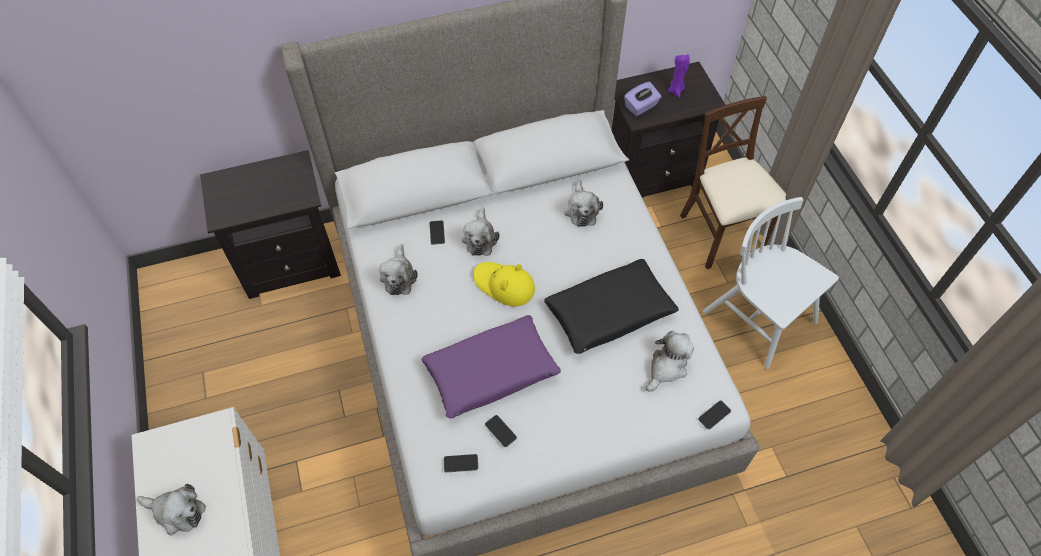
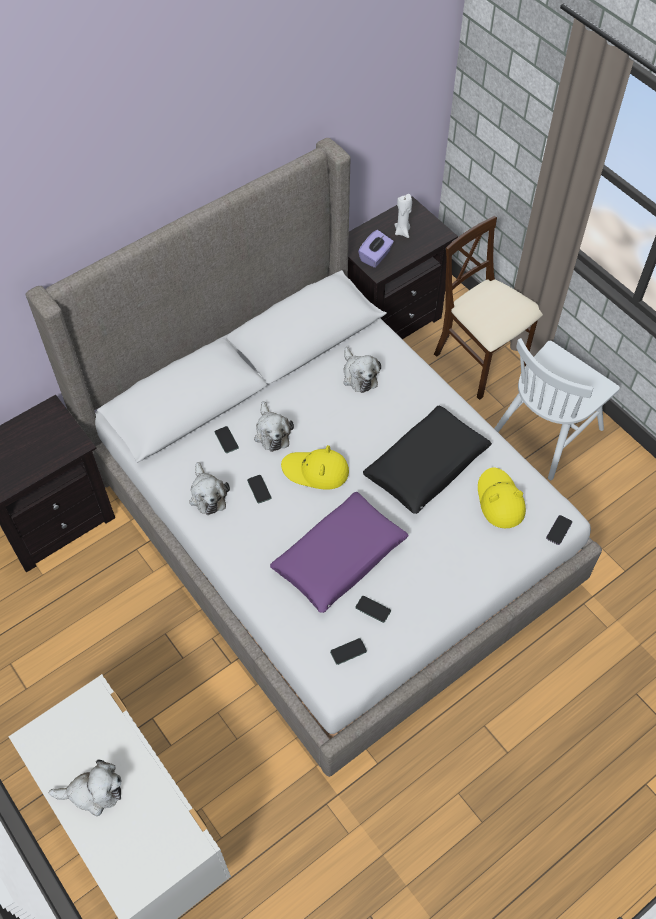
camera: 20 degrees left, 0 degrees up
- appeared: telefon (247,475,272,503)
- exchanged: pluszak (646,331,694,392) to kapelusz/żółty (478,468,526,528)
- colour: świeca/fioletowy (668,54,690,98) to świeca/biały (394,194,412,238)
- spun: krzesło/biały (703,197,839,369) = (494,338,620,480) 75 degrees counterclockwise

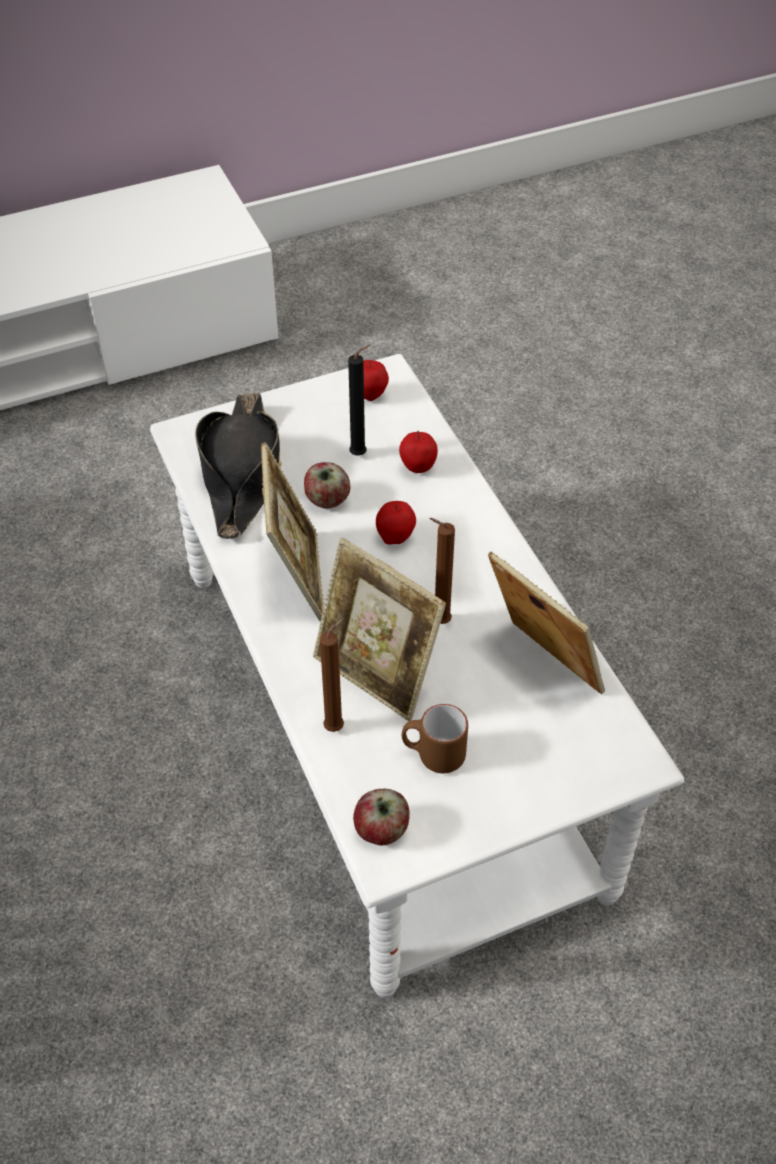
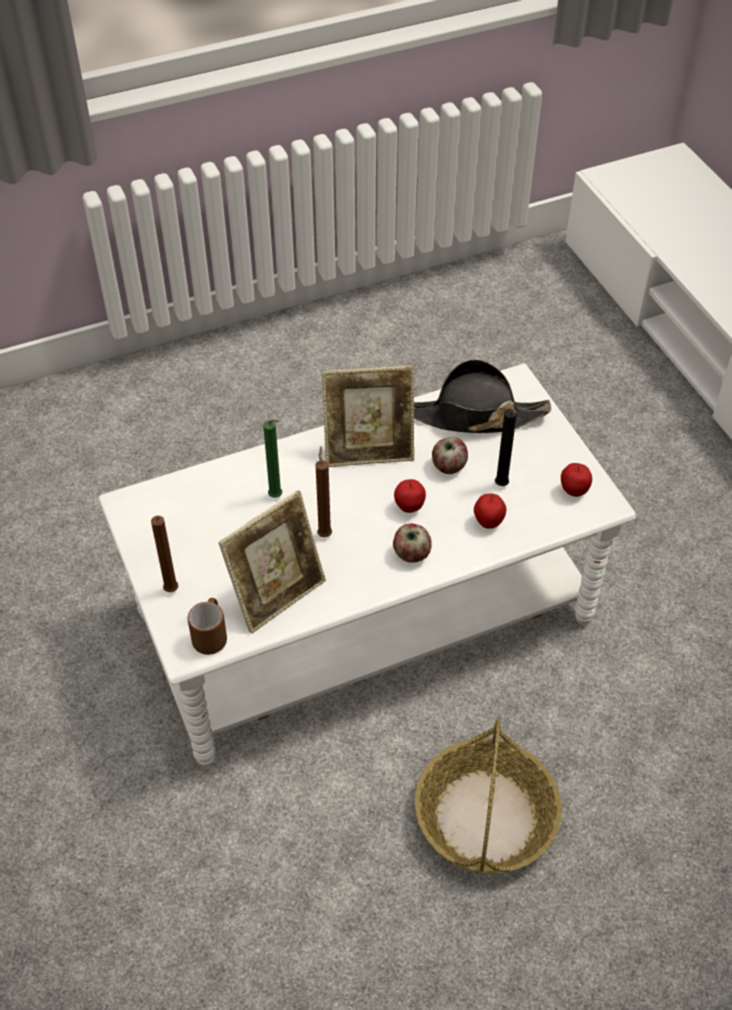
camera: 90 degrees right, 0 degrees up
- appeared: koszyk (415,720,562,874)
- relocated: świeca/brązowy (320,619,344,732) to (151,516,178,592)
- relocated: jabłko (353,789,410,845) to (393,524,432,563)
- relocated: kubek/brązowy (402,704,468,774) to (188,598,227,655)
- exchanged: ramka na zdjęcie (313,538,446,721) to świeca/zielony (263,419,282,498)

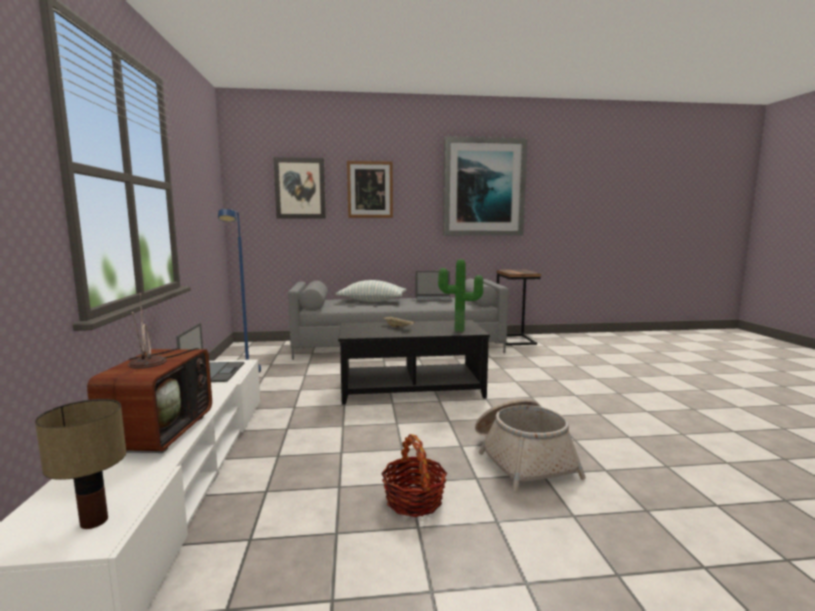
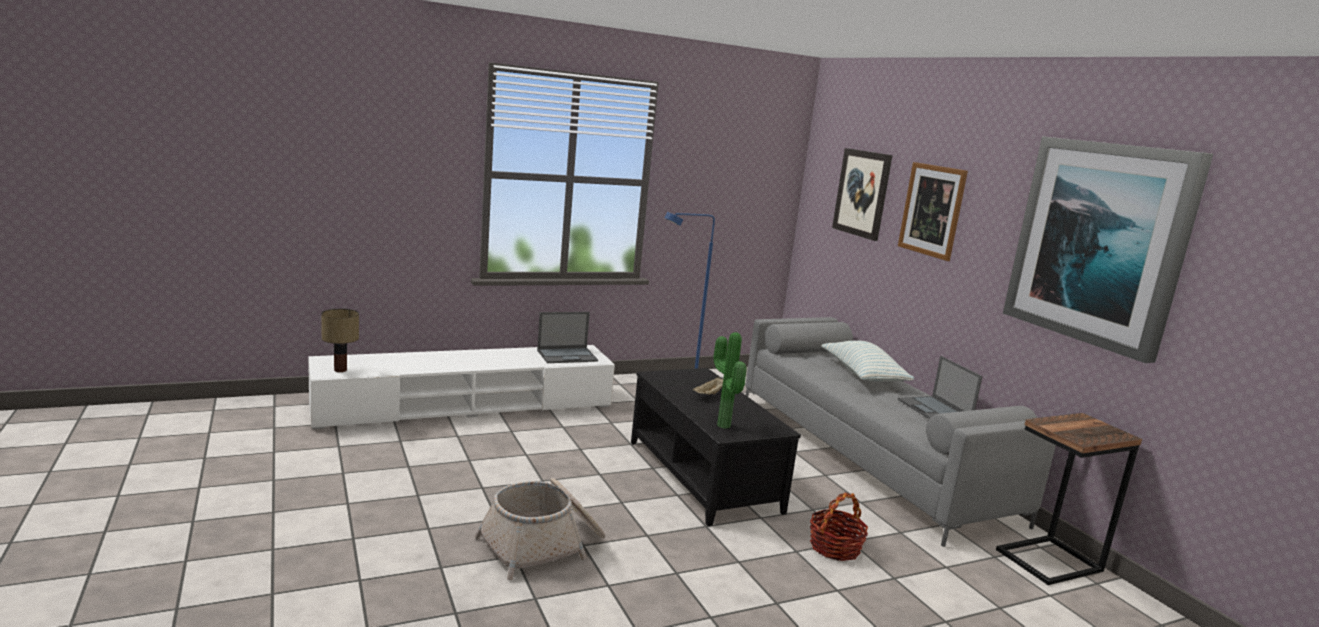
camera: 70 degrees right, 5 degrees up
- missing: telewizor (87,292,212,453)
- relocated: koszyk (381,434,447,517) to (810,492,868,561)

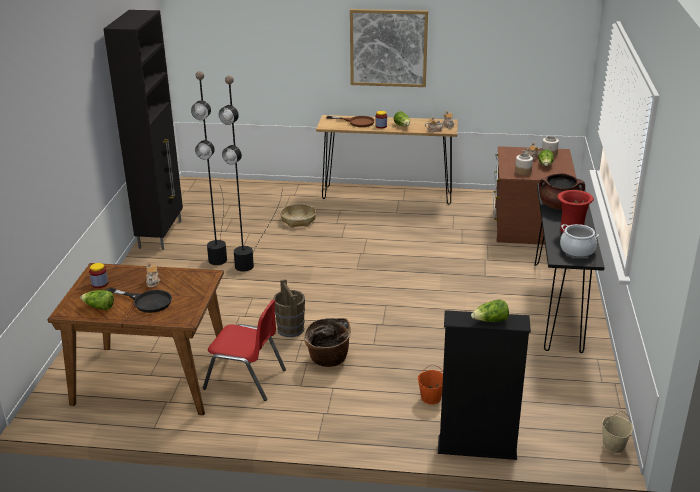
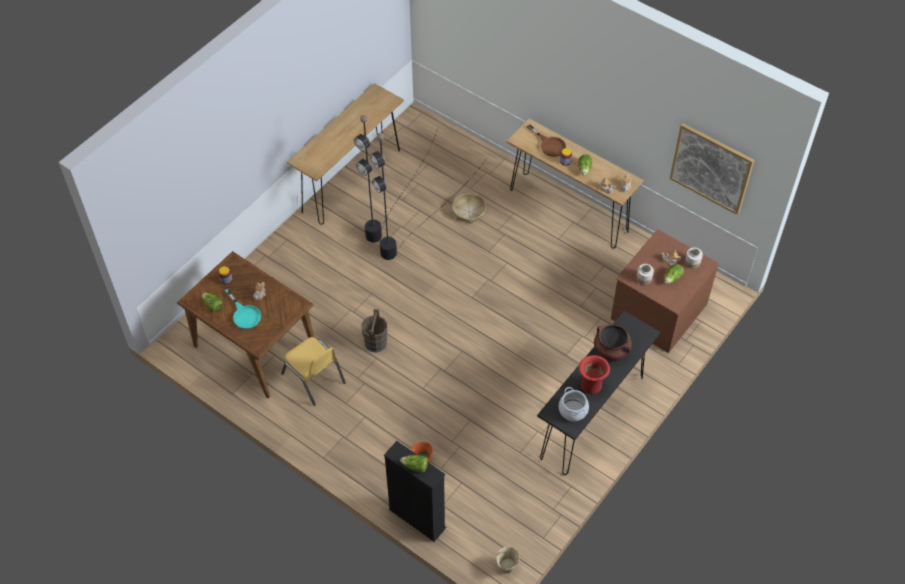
camera: 30 degrees right, 25 degrees up
- missing: koszyk (304,318,351,367)
- relocated: obraz (350,9,428,87) to (670,123,754,215)
- exchanged: szafka/czarny (103,10,183,250) to stolik konsolowy/brązowy (287,83,404,225)
- colour: patelnia/czarny (107,288,172,313) to patelnia/turkusowy (225,289,261,329)
- colour: krzesło/czerwony (203,300,286,401) to krzesło/żółty (281,337,346,406)

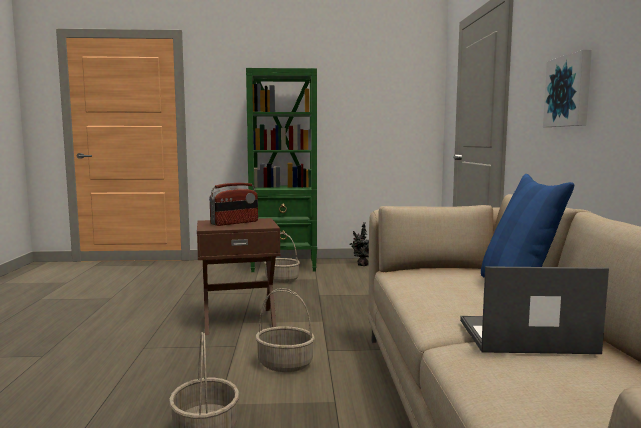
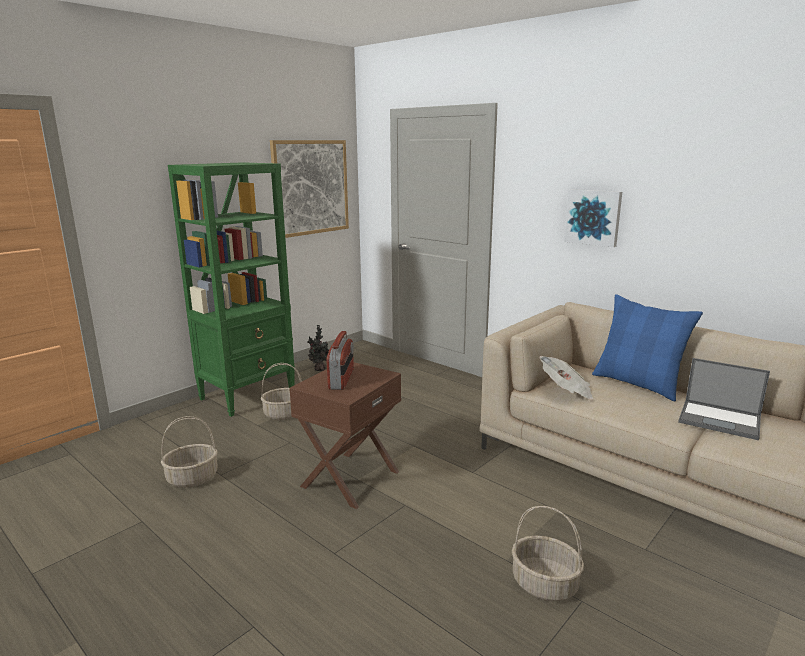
camera: 45 degrees left, 10 degrees up
- appeared: obraz (270,140,349,238)
- appeared: gazeta (540,356,593,400)
- relocated: koszyk (255,288,315,372) to (161,416,218,488)
- spun: laptop (460,266,609,354) = (678,358,770,440) 105 degrees counterclockwise

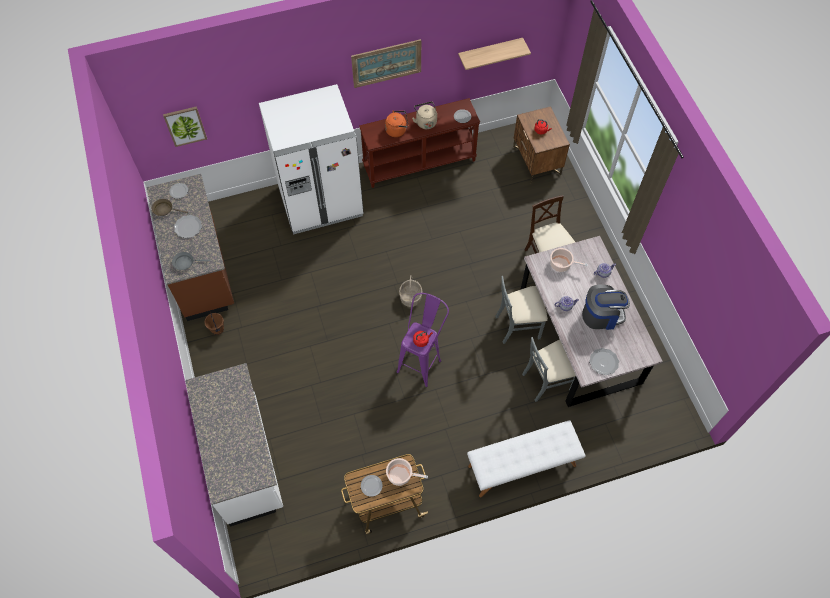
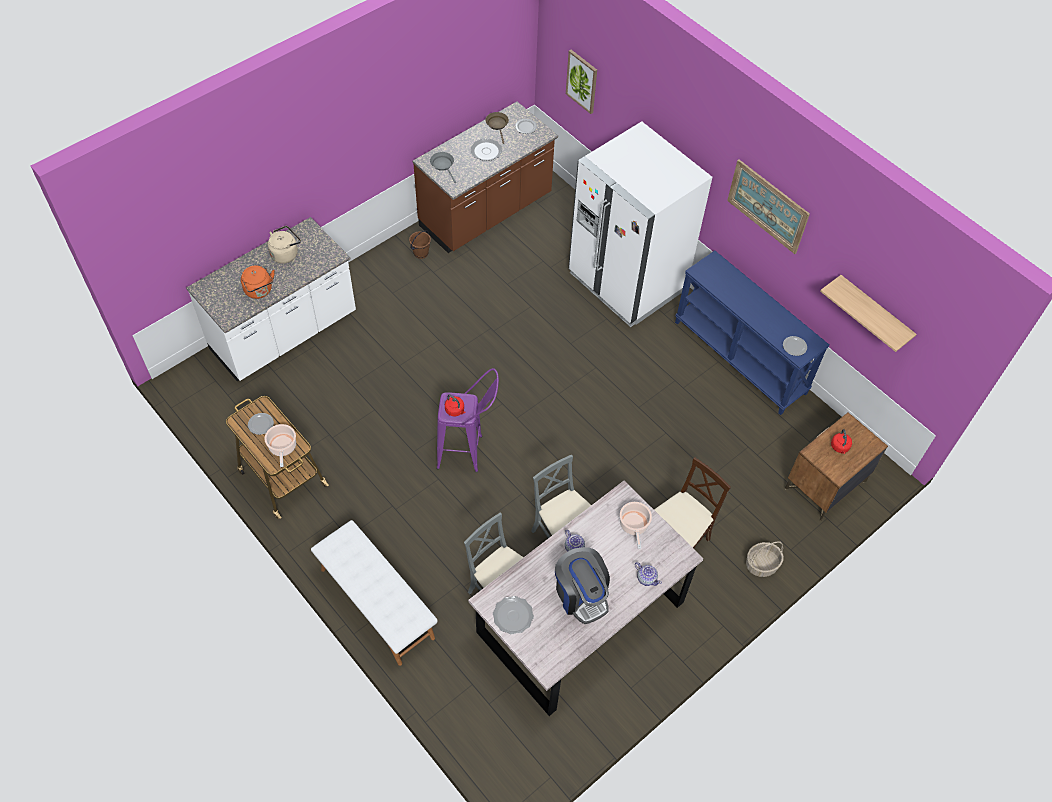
camera: 65 degrees right, 5 degrees down
- relocated: czajnik/pomarańczowy (385,110,409,137) to (241,265,275,299)
- relocated: koszyk (399,275,422,307) to (746,541,784,577)
- relocated: czajnik/beżowy (412,101,437,129) to (268,226,301,264)
- colour: stolik konsolowy/brązowy (359,98,480,188) to stolik konsolowy/niebieski (675,251,829,415)

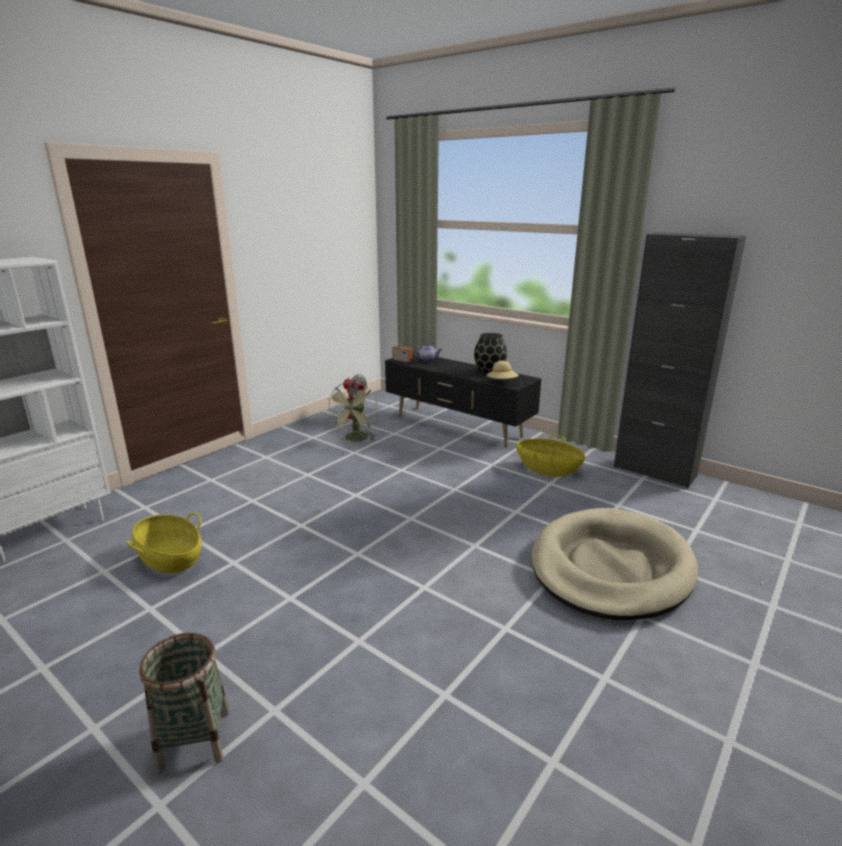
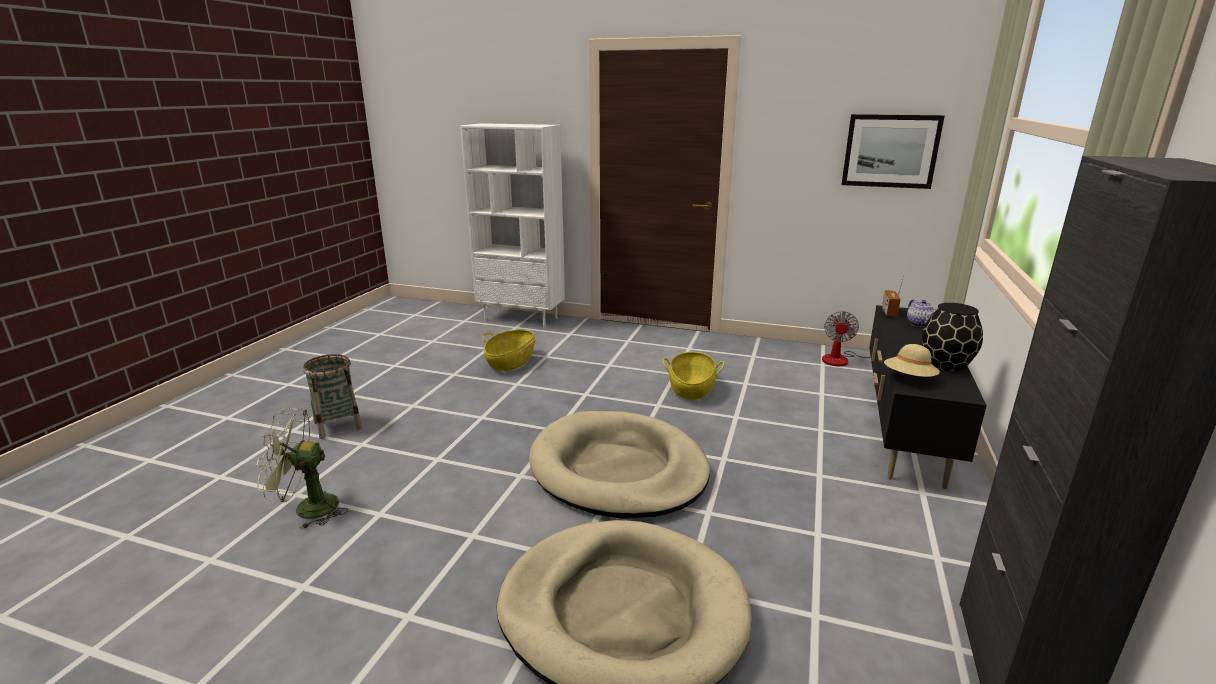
camera: 70 degrees right, 0 degrees up
- appeared: legowisko/beżowy (529,411,710,518)
- appeared: obraz (841,114,945,189)
- relocated: wentylator/zielony (327,381,377,442) to (257,408,348,530)
- relocated: koszyk (516,435,585,477) to (662,352,724,400)

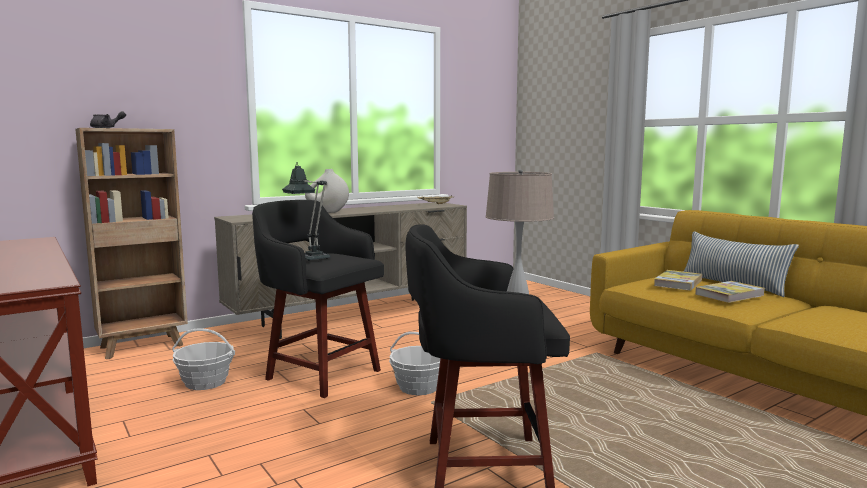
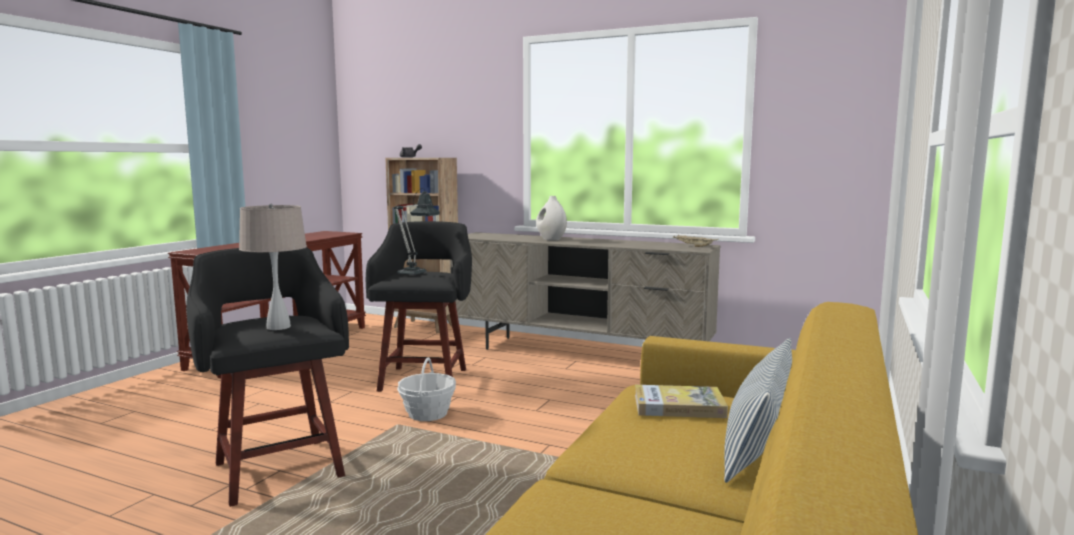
camera: 60 degrees right, 0 degrees up
- missing: koszyk (172,328,235,390)
- missing: książka (695,281,765,303)

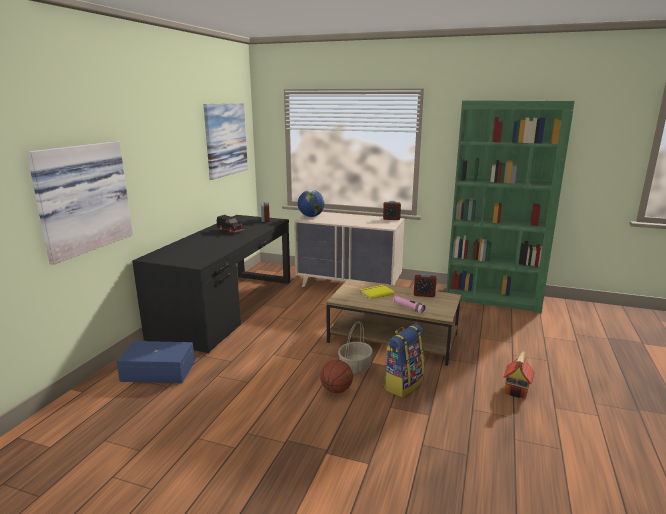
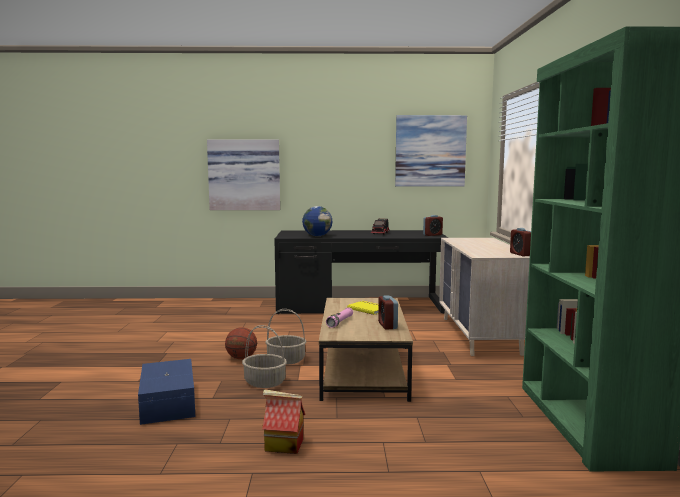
camera: 70 degrees right, 10 degrees down
- relocated: pojemnik do przechowywania/niebieski (116,341,195,383) to (138,359,195,425)
- relocated: globus (298,190,324,217) to (302,206,332,236)
- exchanged: plecak (383,324,424,397) to koszyk (242,325,287,388)

